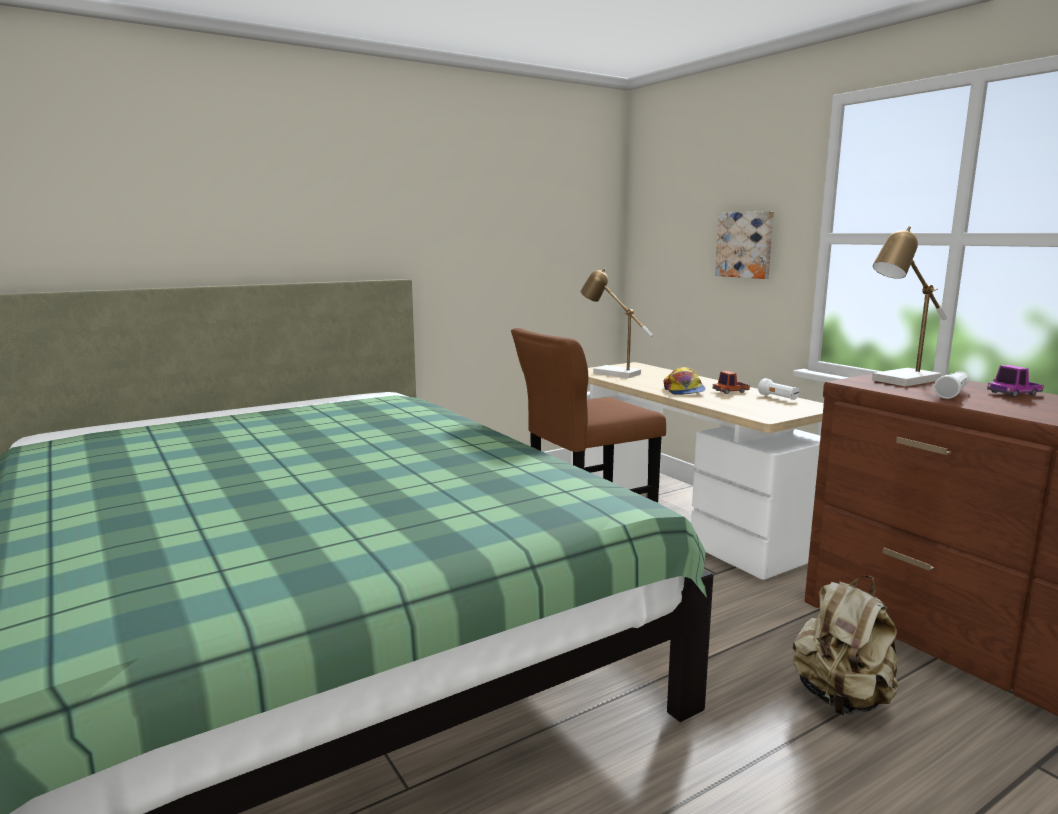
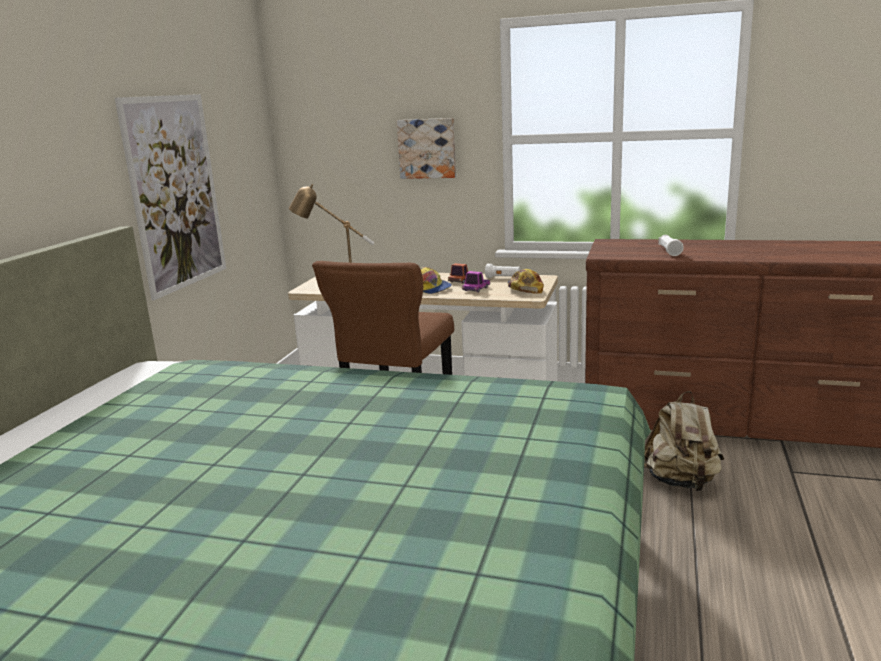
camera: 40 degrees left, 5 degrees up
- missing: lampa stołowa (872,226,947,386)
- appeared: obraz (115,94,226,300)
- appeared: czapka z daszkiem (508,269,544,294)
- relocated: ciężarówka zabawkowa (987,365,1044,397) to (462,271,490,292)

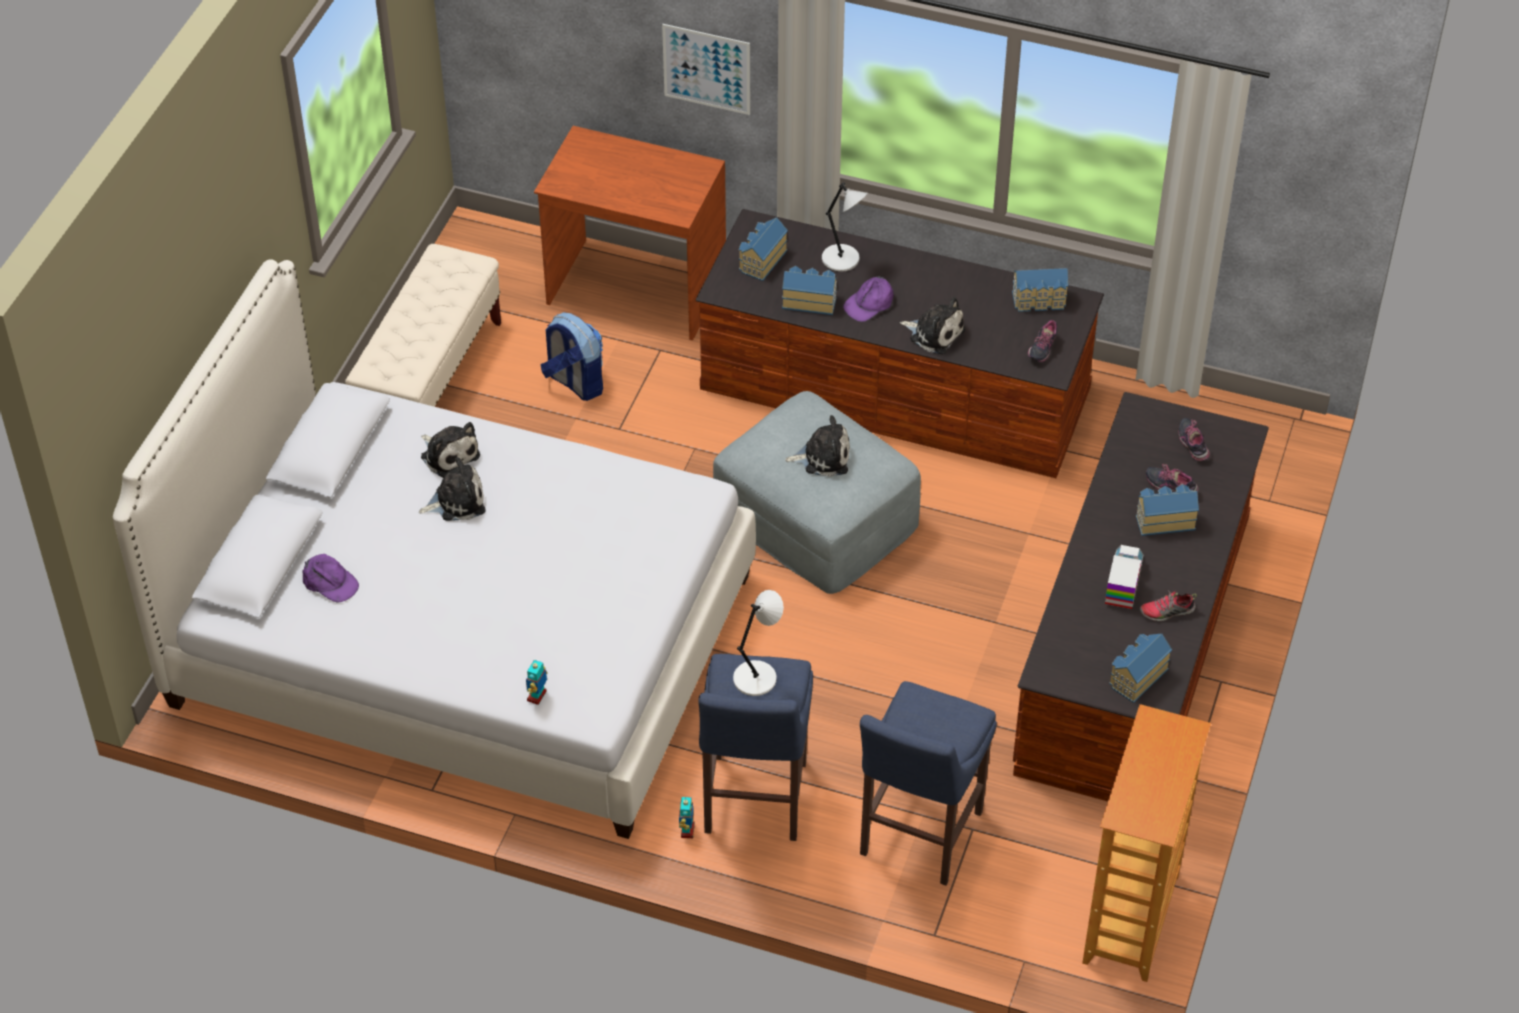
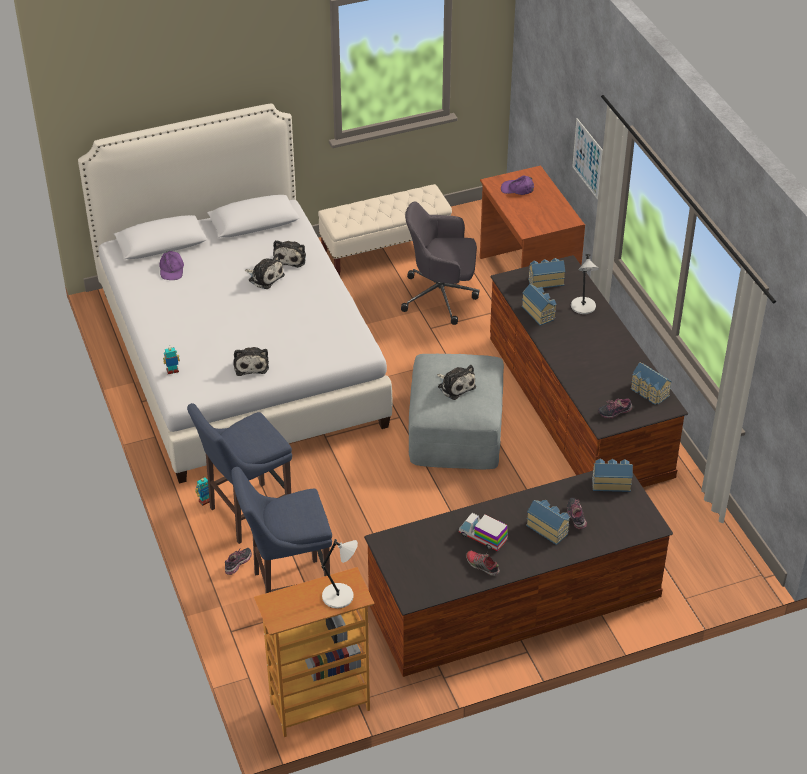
camera: 50 degrees right, 5 degrees down
- relocated: lampa stołowa/biały (733,590,784,696) to (321,539,358,609)
- relocated: czapka z daszkiem/fioletowy (843,276,894,322) to (501,176,534,195)
- relocated: pluszak (900,297,965,354) to (233,347,269,376)
- relocated: domek (1109,634,1172,703) to (592,459,633,492)
- relocated: but (1179,418,1210,461) to (225,548,252,575)
- exchanged: plecak (541,312,603,401) to krzesło biurowe/szary (401,202,479,325)
- spun: ciężarówka zabawkowa (1105,545,1143,609) = (458,513,508,551) 120 degrees counterclockwise

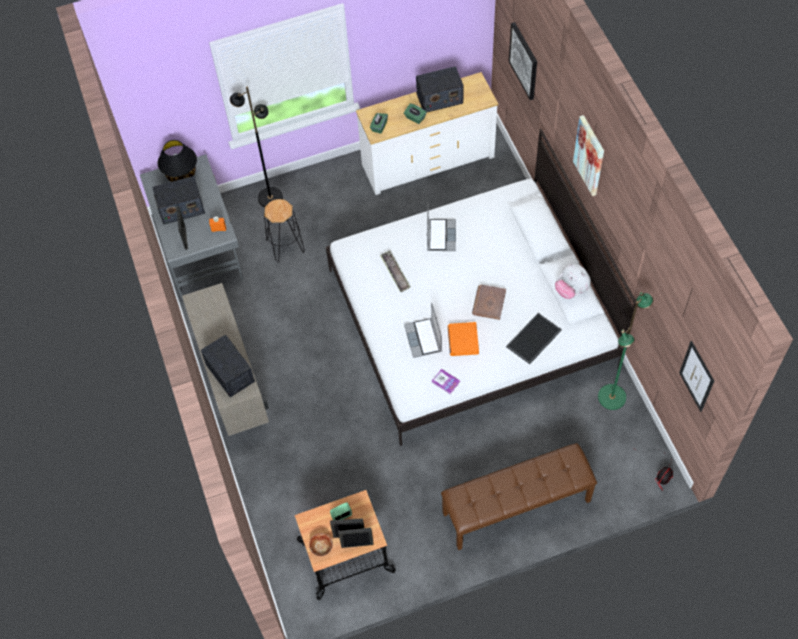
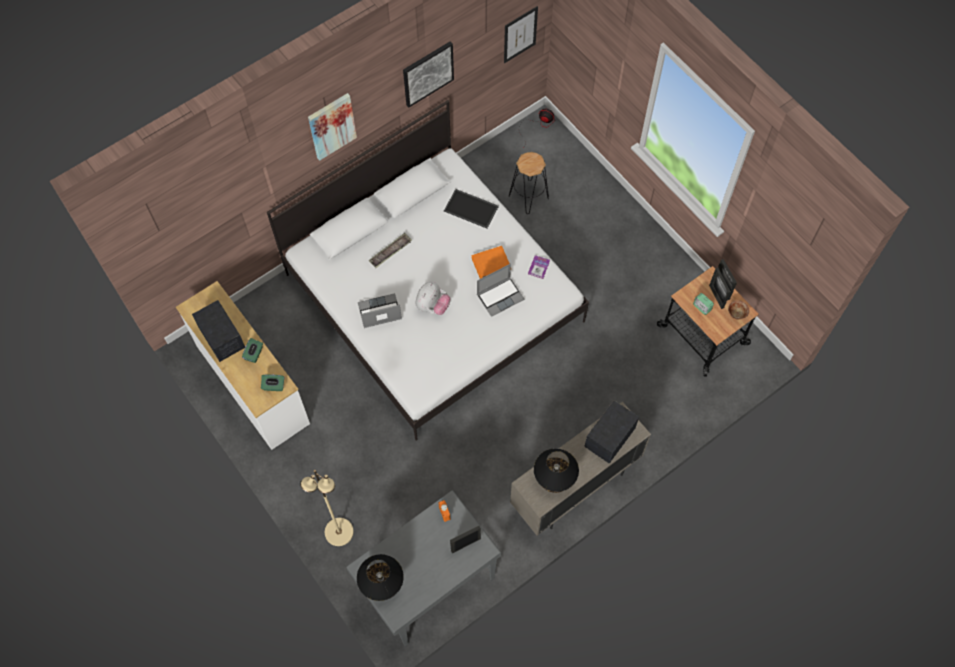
camera: 110 degrees left, 5 degrees up
- missing: radio (152,176,205,225)
- missing: ławka/brązowy (441,443,597,550)
- missing: książka/brązowy (472,285,506,320)
- missing: lampa stojąca/zielony (598,292,654,410)
- appeared: lampa stołowa/czarny (534,448,579,493)
- relocated: stołek/czarny (264,199,305,262) to (509,152,549,214)
- relocated: taca (380,251,411,292) to (369,233,412,268)
- relocated: obraz (509,22,537,100) to (403,41,454,107)
- relocated: pluszak (555,263,591,299) to (415,281,450,315)
- colour: lampa stojąca/czarny (230,86,283,207) to lampa stojąca/beżowy (300,470,354,546)

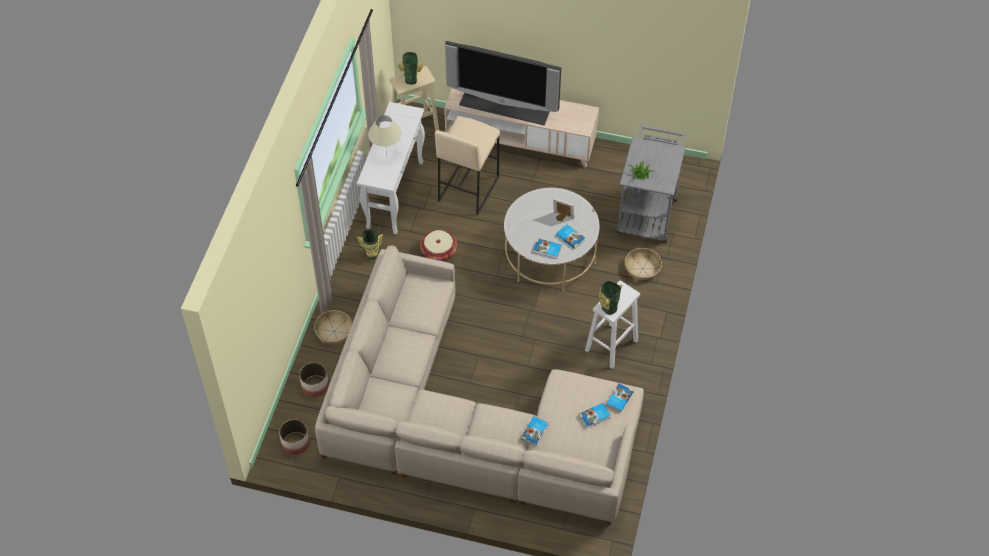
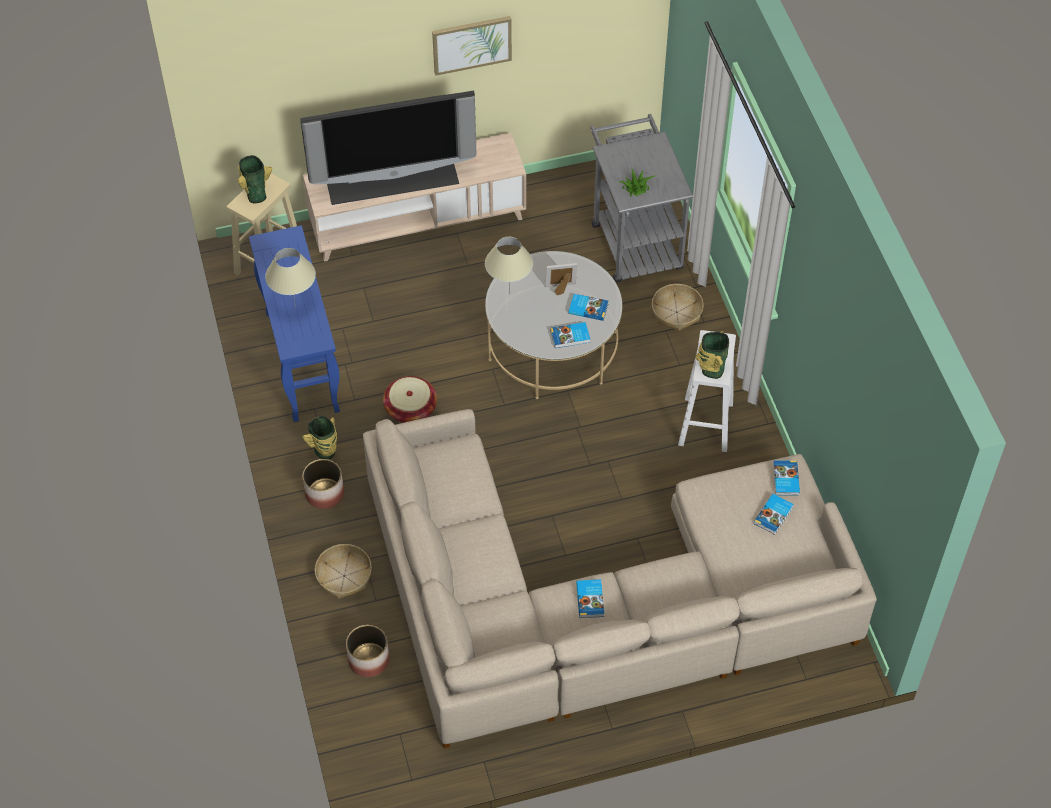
camera: 30 degrees left, 0 degrees up
- missing: stołek/beżowy (435,116,500,215)
- appeared: obraz (432,16,512,76)
- appeared: lampa stołowa/beżowy (485,237,533,295)
- relocated: donica (279,419,310,455) to (303,459,344,509)
- relocated: książka (521,416,548,446) to (576,579,604,618)
- colour: stolik konsolowy/biały (357,102,425,234) to stolik konsolowy/niebieski (249,225,340,422)

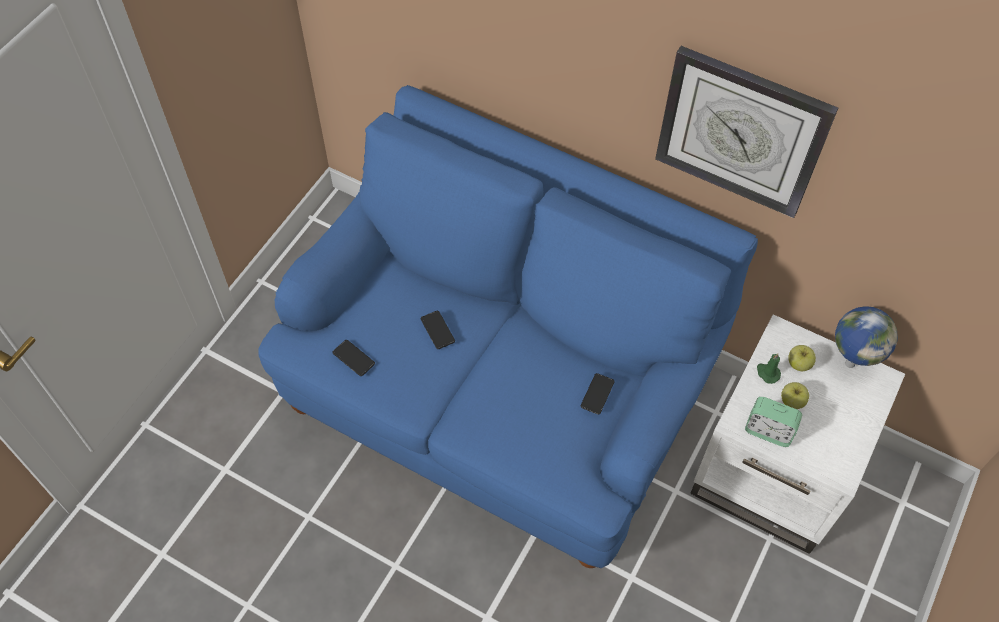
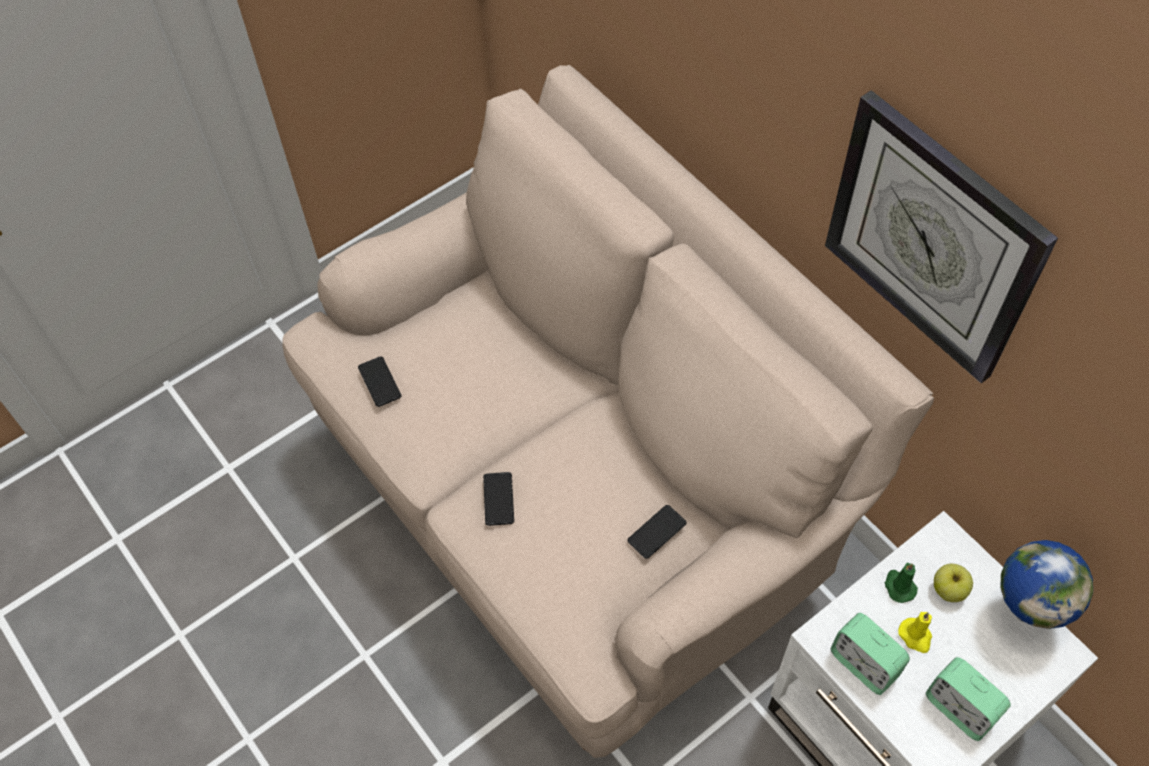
camera: 25 degrees right, 0 degrees up
- appeared: budzik (926,657,1011,741)
- relocated: telefon (421,311,455,349) to (483,472,514,526)
- exchanged: jabłko (781,382,809,409) to świeca/żółty (898,612,932,653)
- colour: kanapa/niebieski (258,85,758,568) to kanapa/beżowy (282,65,934,758)

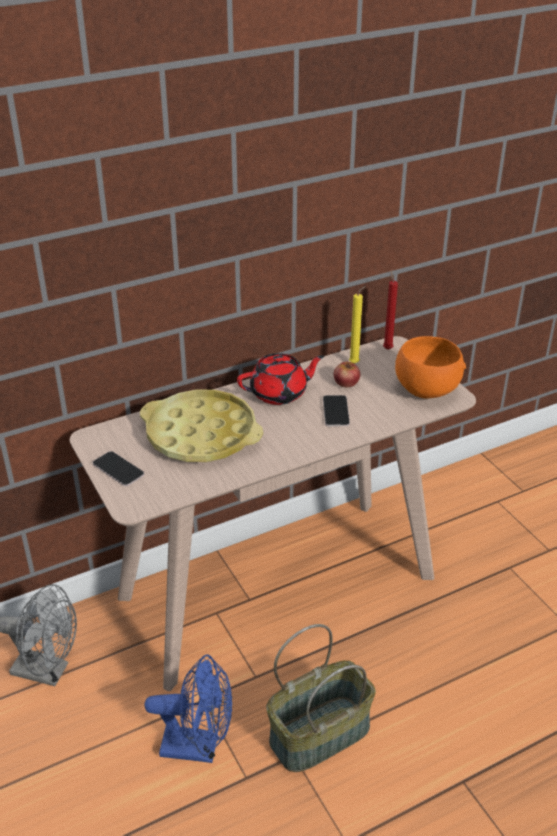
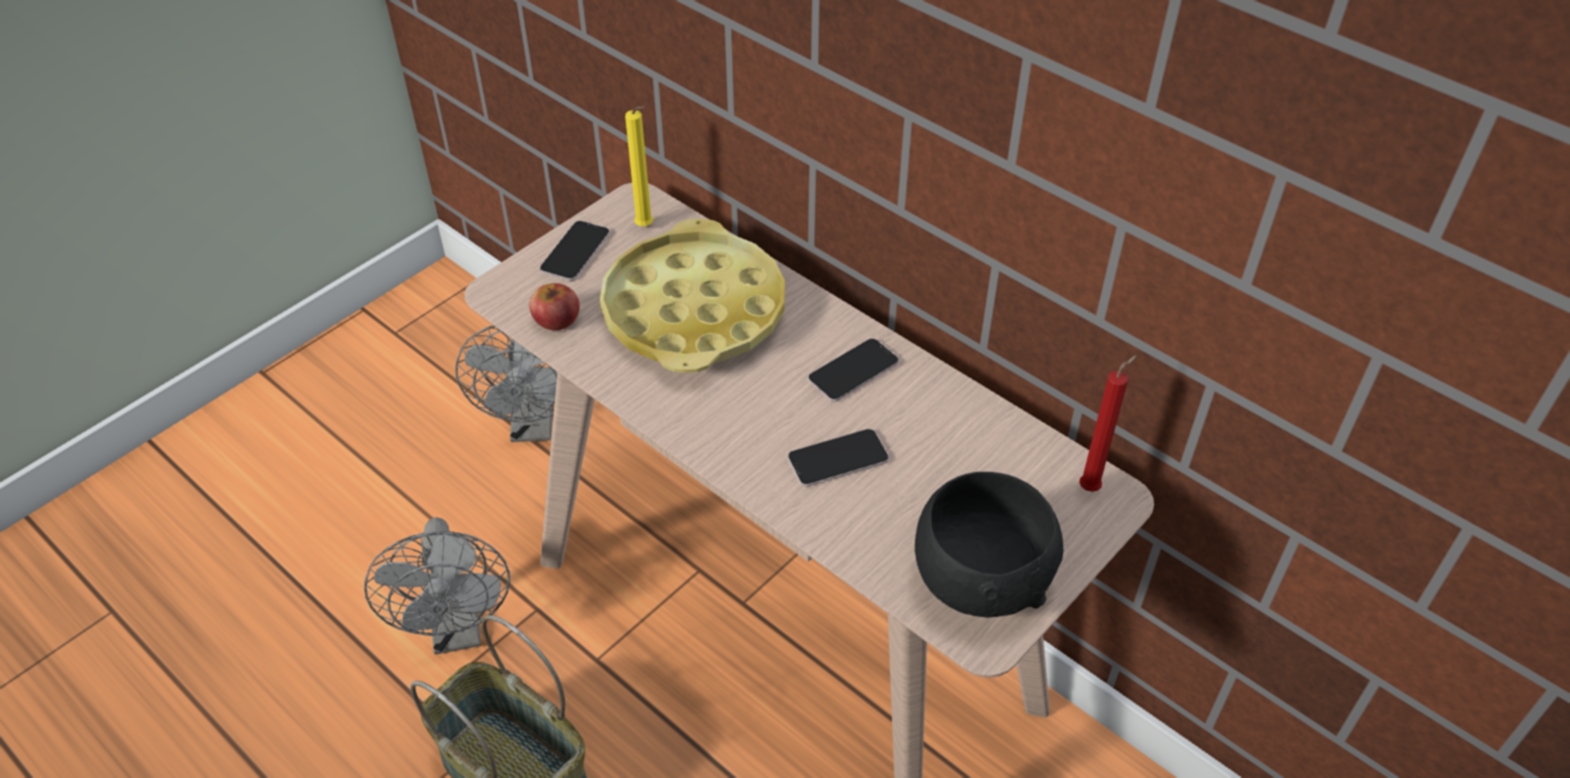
camera: 70 degrees right, 10 degrees up
- relocated: jabłko (334,362,360,387) to (529,283,580,330)
- relocated: świeca/żółty (349,285,367,364) to (625,106,653,227)
- exchanged: imbryk/czerwony (237,353,324,405) to telefon (808,338,899,402)
- colour: wentylator/niebieski (145,654,232,763) to wentylator/szary (364,517,510,655)
- colour: miska/pomarańczowy (395,336,466,399) to miska/czarny (915,472,1063,618)

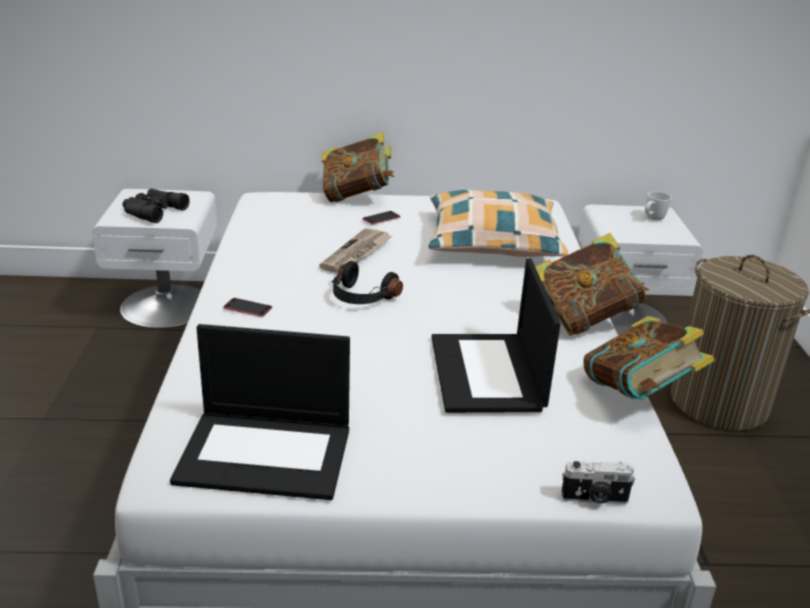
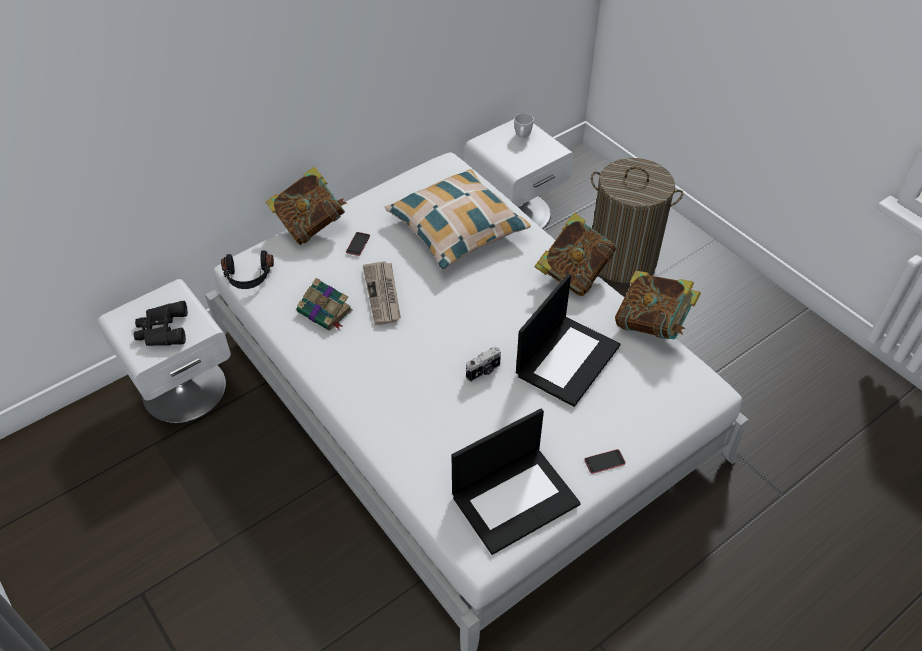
camera: 35 degrees left, 20 degrees up
- appeared: książka (297,278,353,330)
- relocated: telefon (223,298,272,317) to (584,449,626,474)
- relocated: słuchawki/czarny (332,261,403,304) to (221,251,274,289)
- relocated: aparat fotograficzny (561,461,635,504) to (466,347,501,382)
- spun: laptop (432,258,561,413) = (516,273,620,407) 105 degrees counterclockwise

